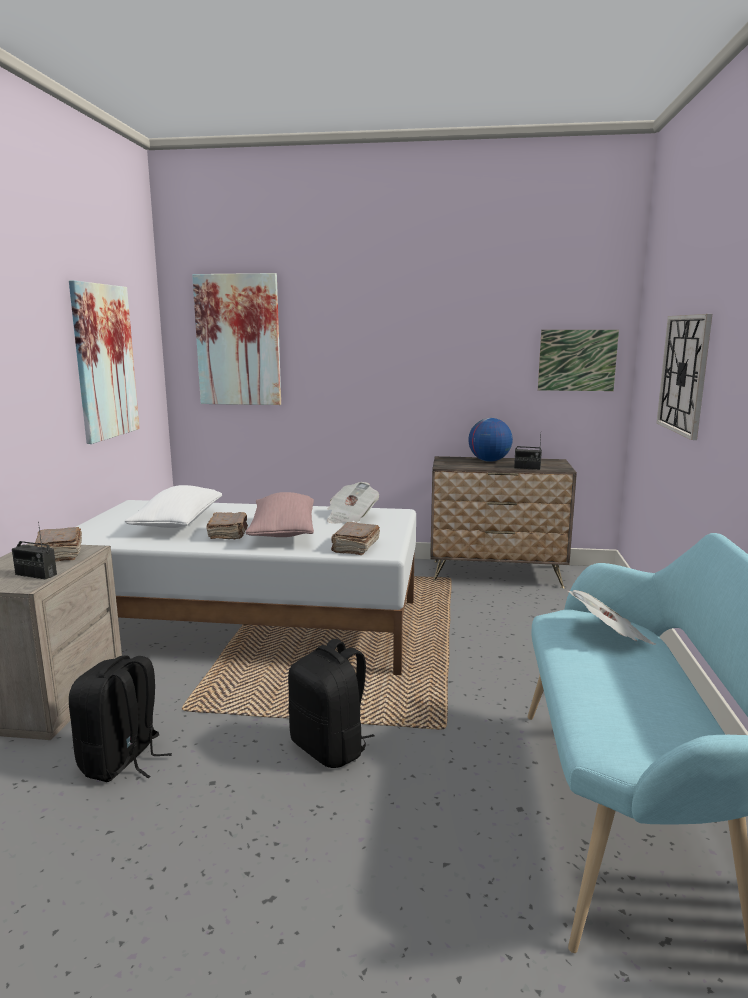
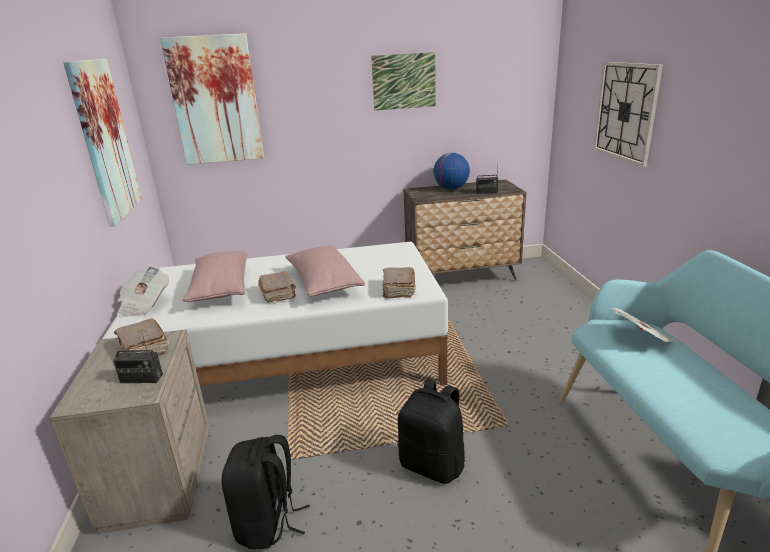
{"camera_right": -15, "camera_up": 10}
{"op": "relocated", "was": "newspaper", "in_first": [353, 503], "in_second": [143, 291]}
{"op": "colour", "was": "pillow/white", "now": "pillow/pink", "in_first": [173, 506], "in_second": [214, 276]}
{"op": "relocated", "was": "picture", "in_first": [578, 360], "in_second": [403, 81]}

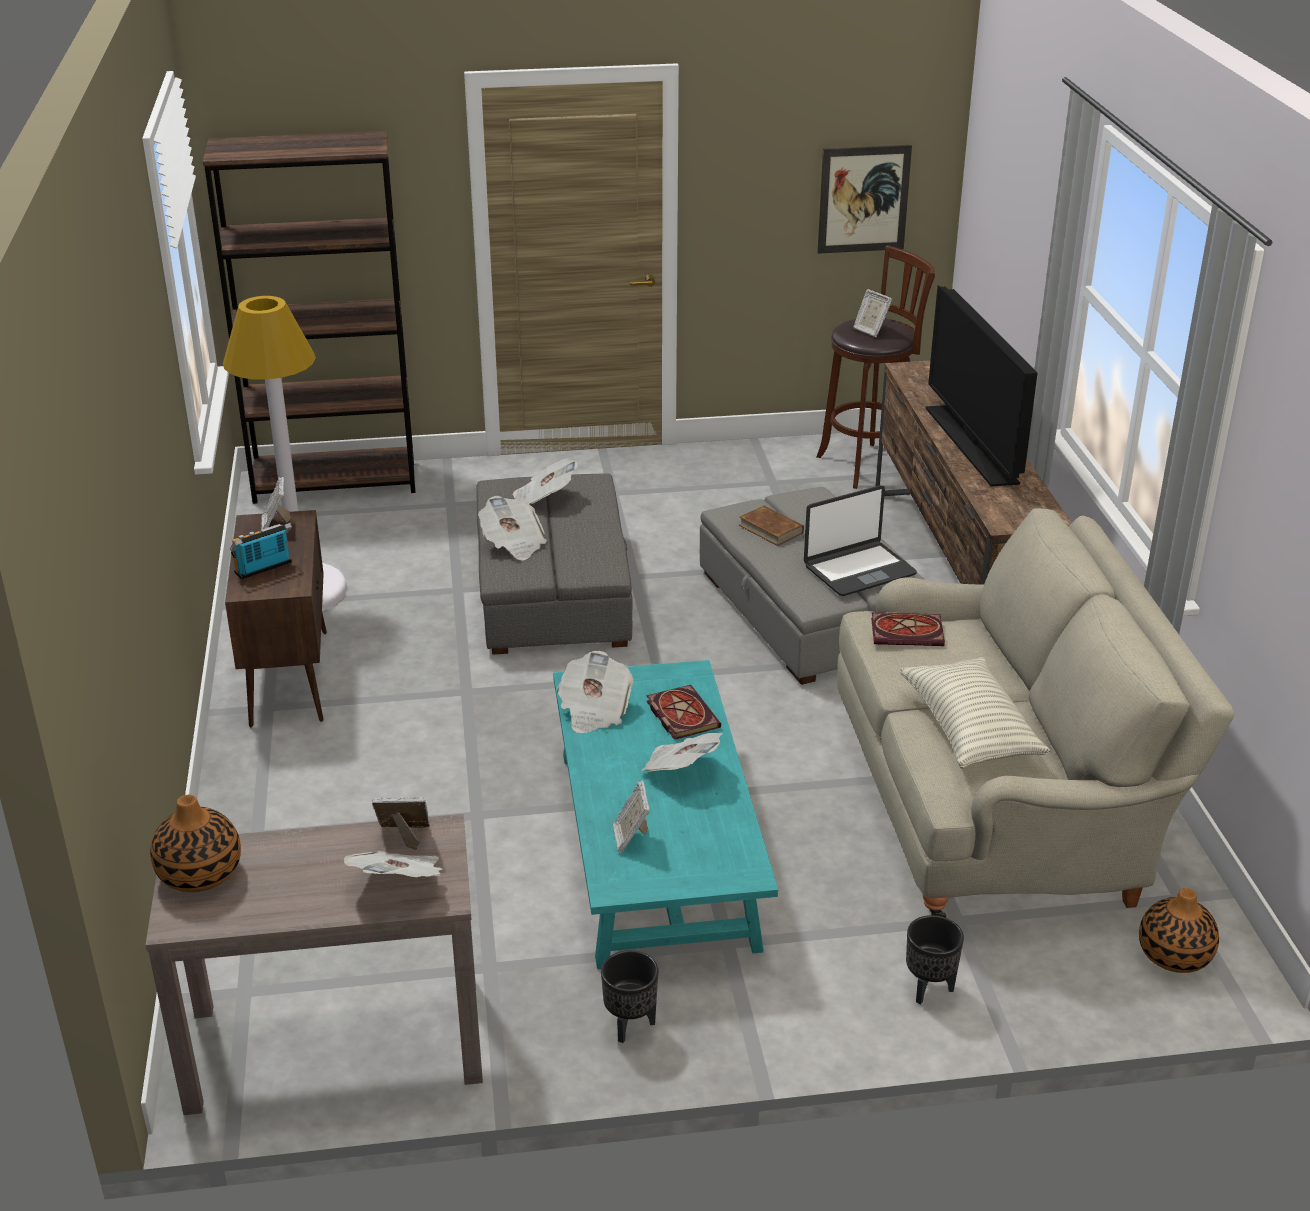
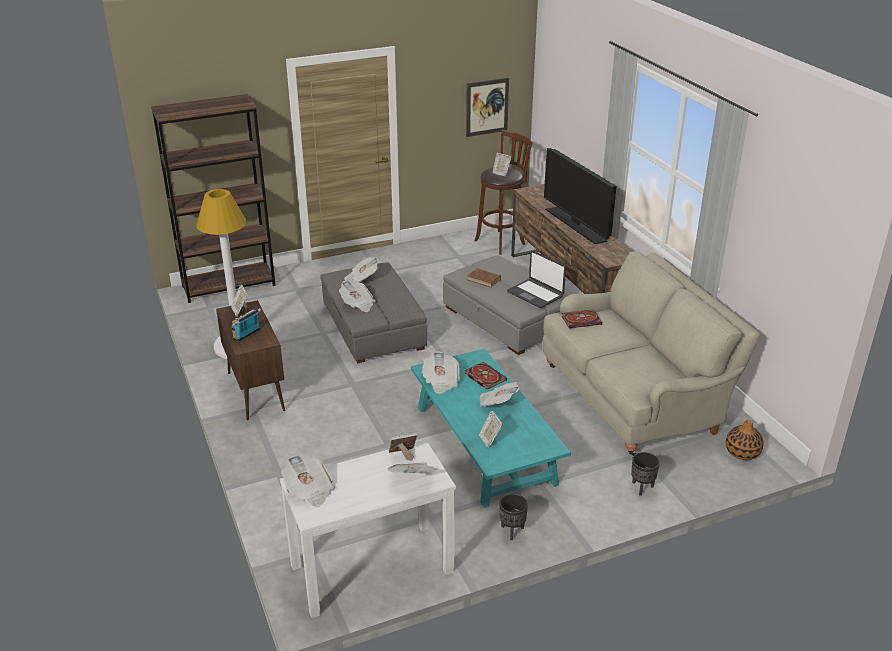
{"camera_right": -15, "camera_up": 0}
{"op": "colour", "was": "console table/brown", "now": "console table/white", "in_first": [314, 964], "in_second": [368, 529]}
{"op": "exchanged", "was": "vase", "now": "newspaper", "in_first": [195, 843], "in_second": [308, 481]}
{"op": "spun", "was": "laptop", "in_first": [860, 540], "in_second": [536, 279], "clockwise": 90}
{"op": "missing", "was": "pillow", "in_first": [975, 713]}

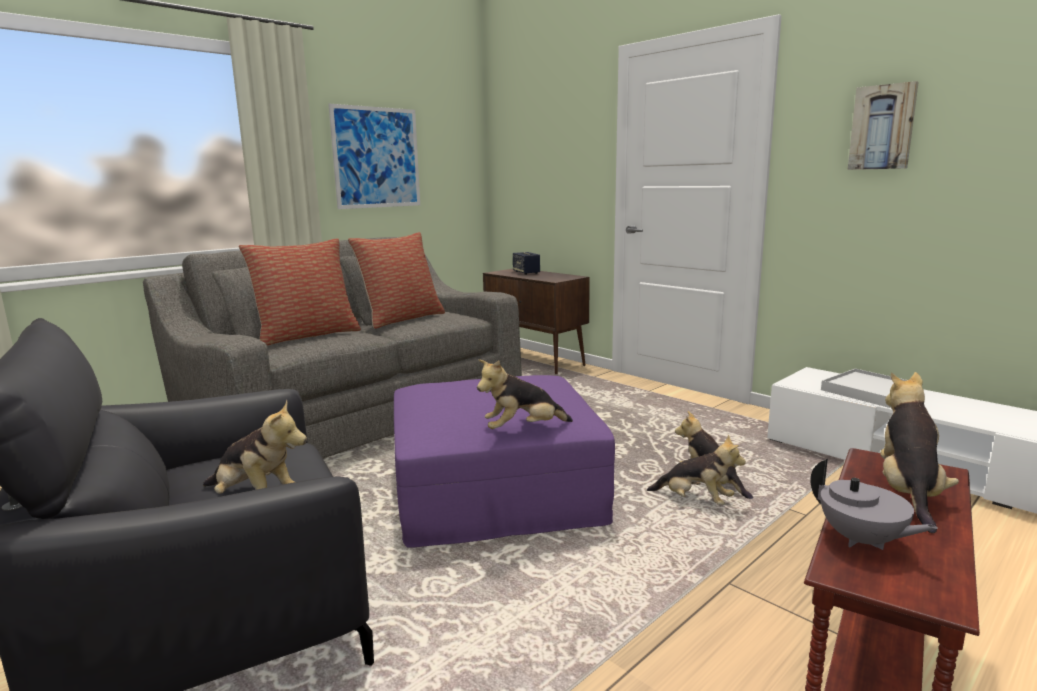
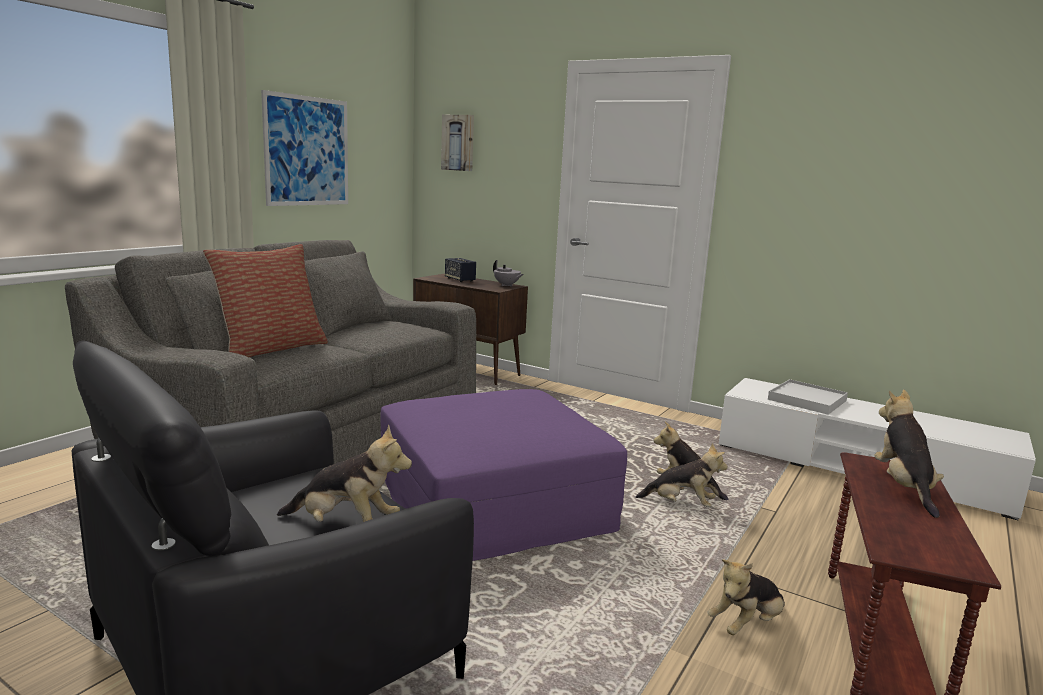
{"camera_right": -15, "camera_up": 0}
{"op": "relocated", "was": "picture", "in_first": [883, 125], "in_second": [457, 143]}
{"op": "relocated", "was": "teapot/grey", "in_first": [874, 504], "in_second": [508, 273]}
{"op": "relocated", "was": "plush toy", "in_first": [525, 394], "in_second": [746, 597]}
{"op": "missing", "was": "pillow", "in_first": [396, 280]}

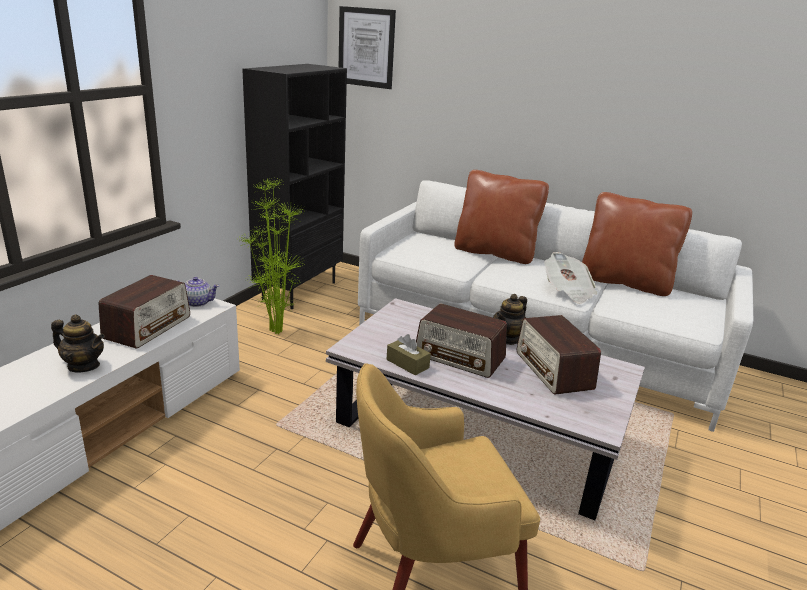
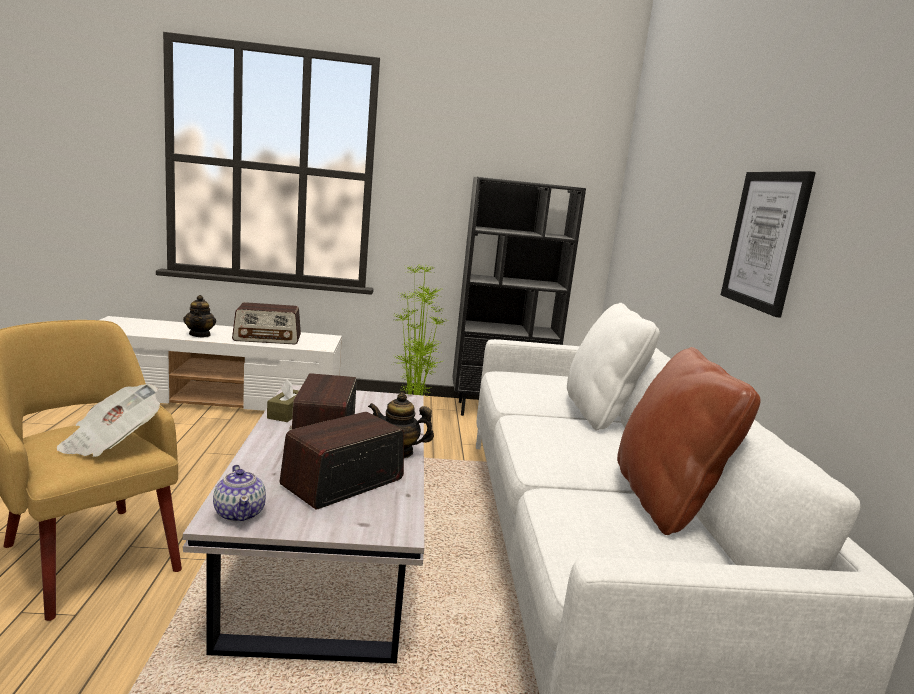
{"camera_right": 60, "camera_up": -10}
{"op": "relocated", "was": "newspaper", "in_first": [570, 278], "in_second": [108, 420]}
{"op": "relocated", "was": "teapot", "in_first": [199, 292], "in_second": [239, 493]}
{"op": "colour", "was": "pillow/brown", "now": "pillow/white", "in_first": [501, 217], "in_second": [613, 367]}
{"op": "relocated", "was": "picture", "in_first": [367, 47], "in_second": [768, 244]}

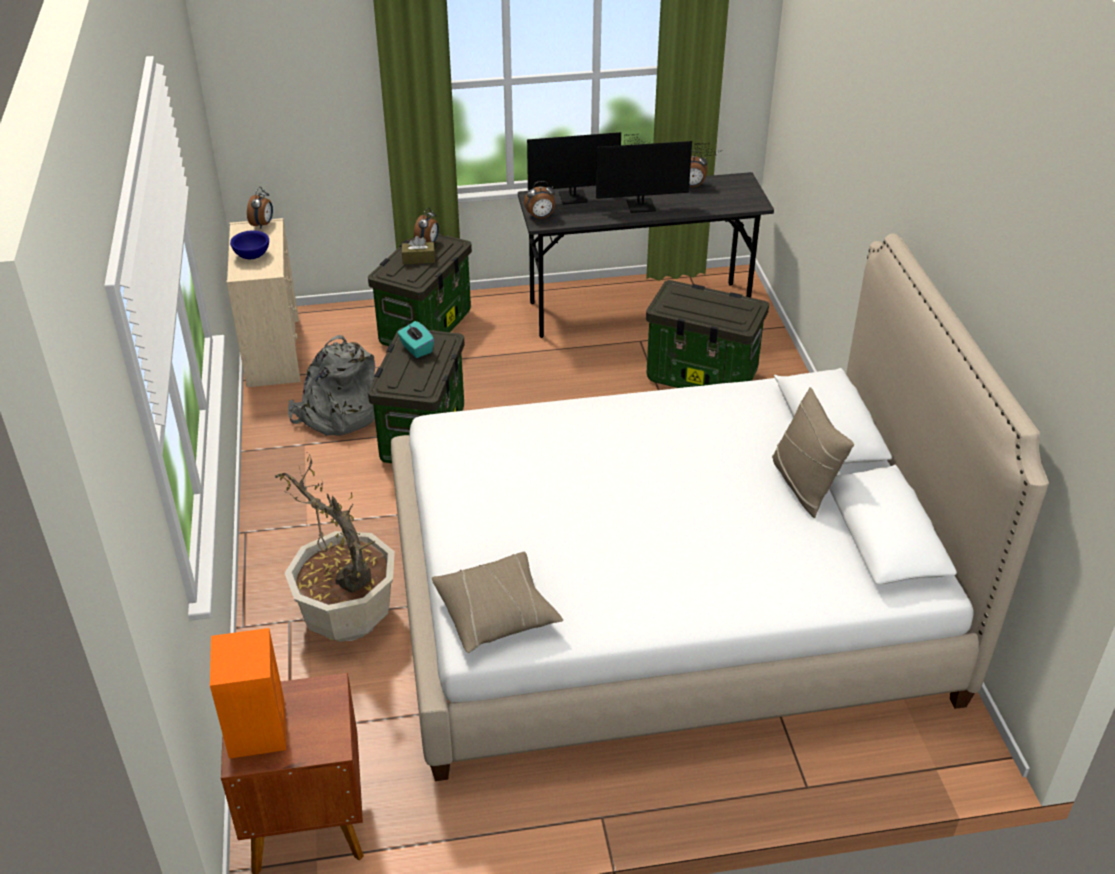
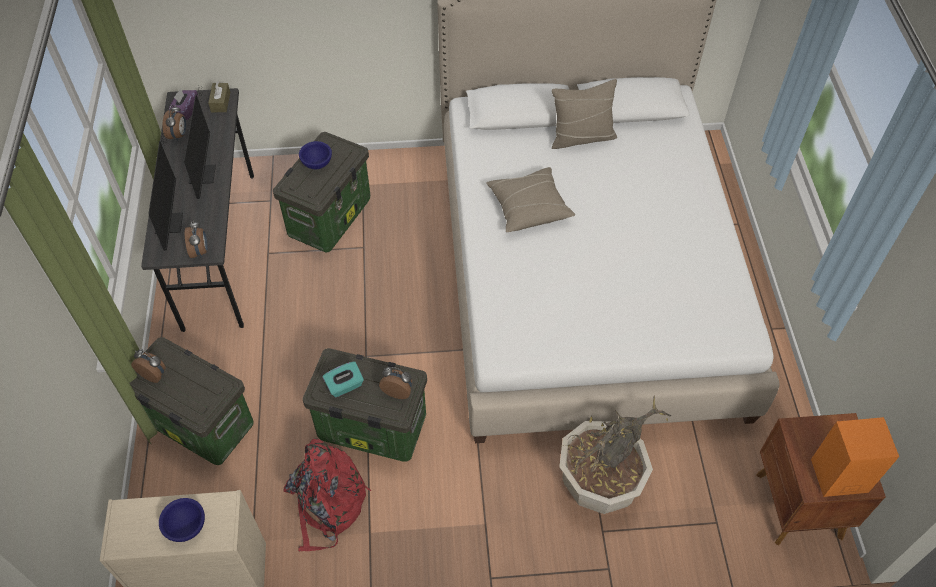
{"camera_right": -85, "camera_up": 15}
{"op": "appeared", "now": "tissue box/purple", "in_second": [183, 104]}
{"op": "relocated", "was": "tissue box/brown", "in_first": [418, 250], "in_second": [219, 96]}
{"op": "colour", "was": "backpack/grey", "now": "backpack/red", "in_first": [331, 385], "in_second": [327, 494]}
{"op": "appeared", "now": "bowl/blue", "in_second": [315, 155]}
{"op": "relocated", "was": "alarm clock", "in_first": [260, 208], "in_second": [395, 383]}
{"op": "relocated", "was": "pillow/beige", "in_first": [497, 602], "in_second": [530, 199]}

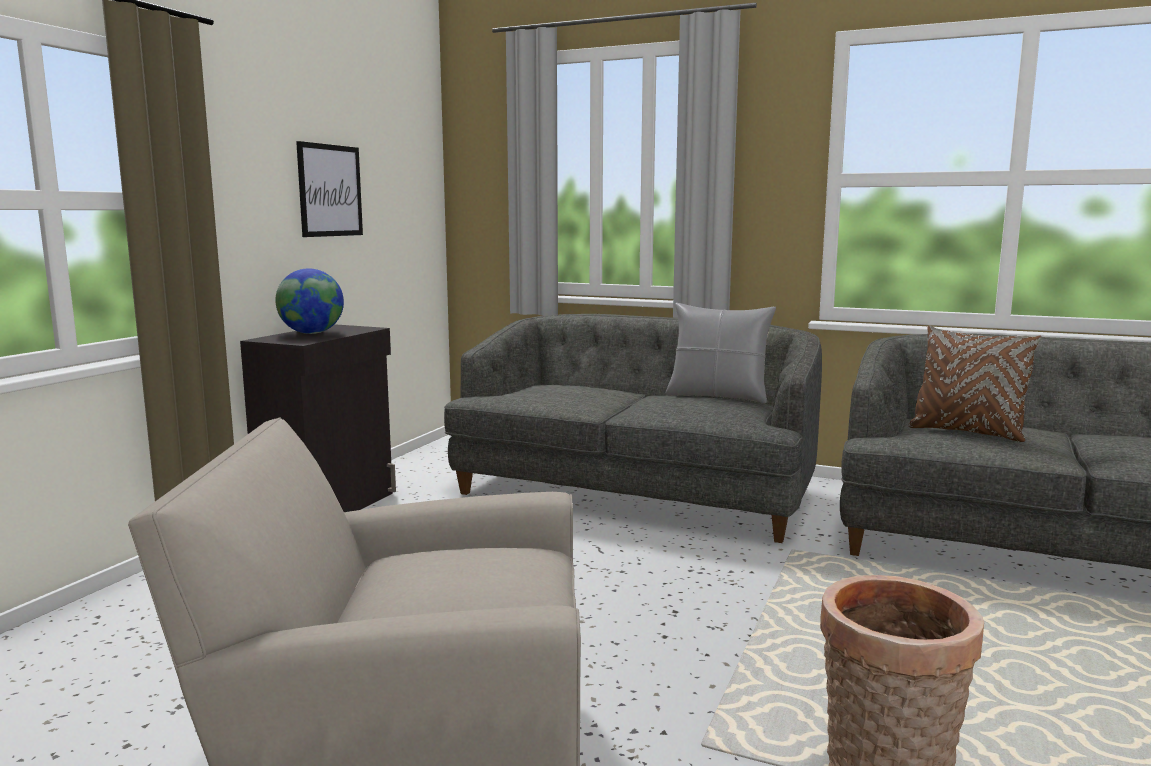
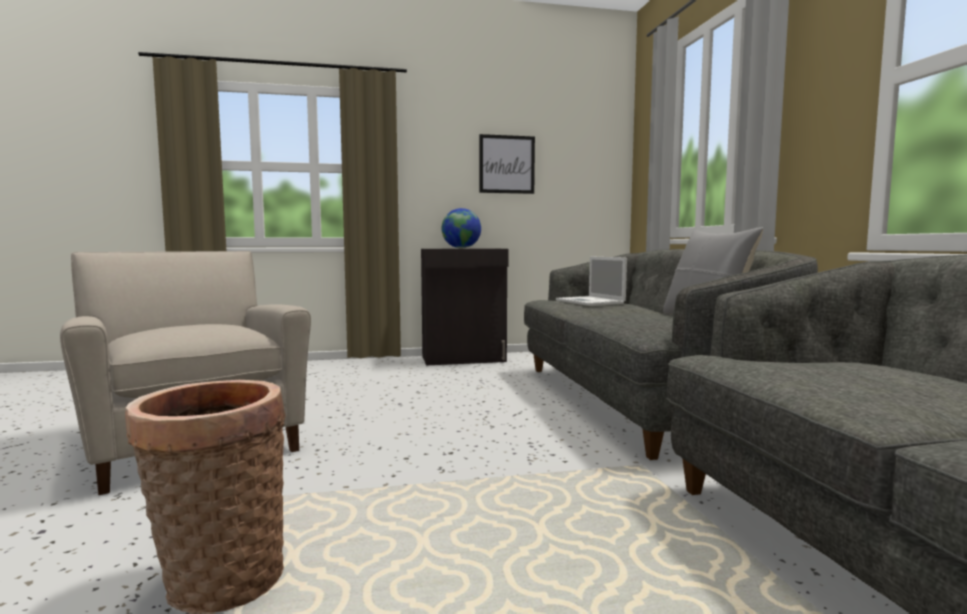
{"camera_right": 55, "camera_up": -5}
{"op": "appeared", "now": "laptop", "in_second": [591, 281]}
{"op": "missing", "was": "pillow/brown", "in_first": [975, 383]}

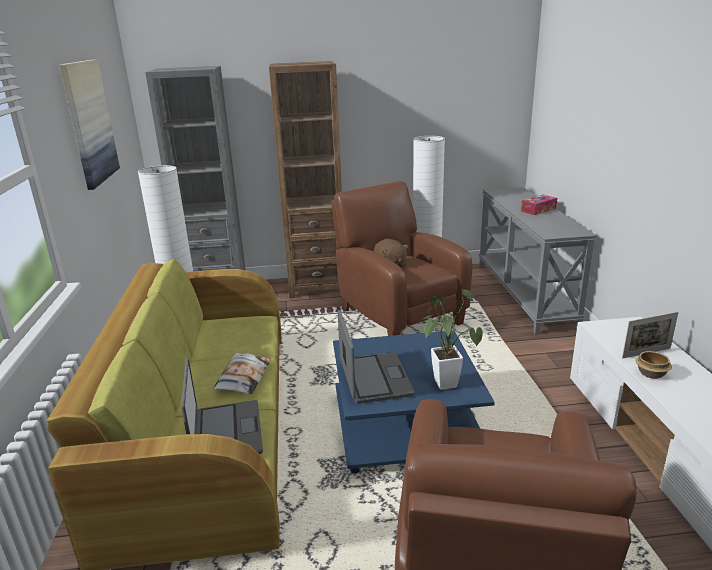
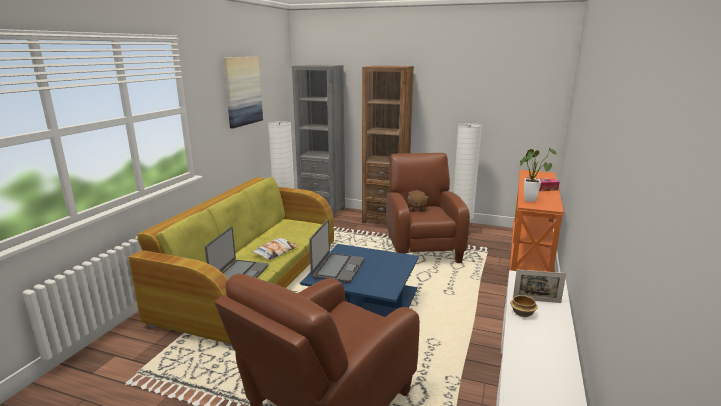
{"camera_right": 25, "camera_up": -5}
{"op": "colour", "was": "console table/grey", "now": "console table/orange", "in_first": [538, 261], "in_second": [537, 221]}
{"op": "relocated", "was": "potted plant", "in_first": [450, 339], "in_second": [538, 175]}

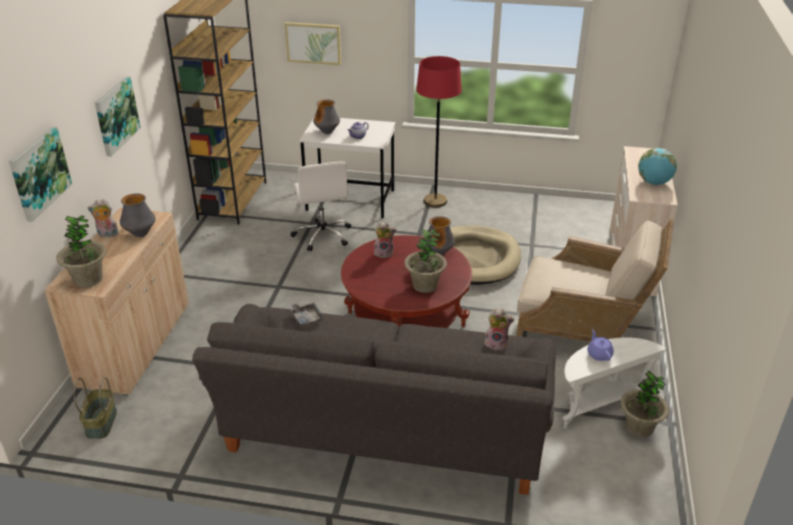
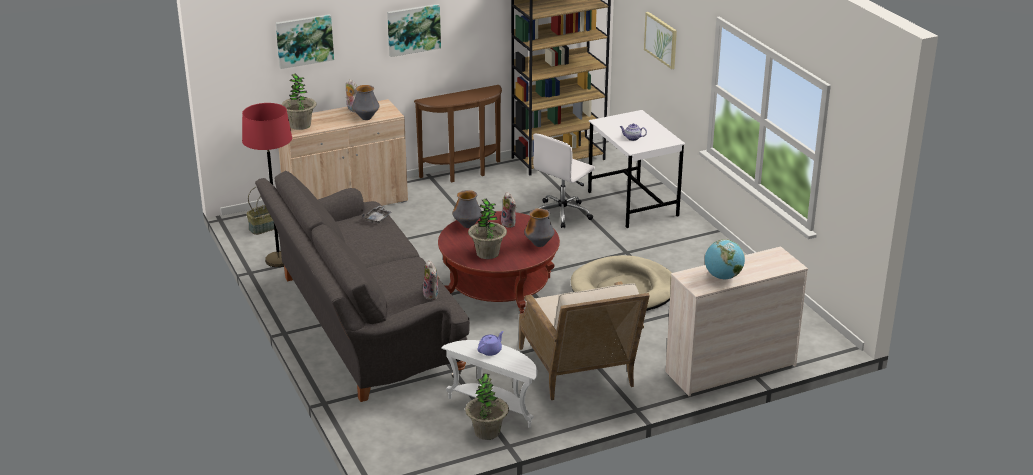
{"camera_right": 55, "camera_up": -5}
{"op": "relocated", "was": "floor lamp/red", "in_first": [439, 131], "in_second": [267, 185]}
{"op": "appeared", "now": "console table/brown", "in_second": [458, 133]}
{"op": "relocated", "was": "vase", "in_first": [326, 116], "in_second": [467, 209]}

